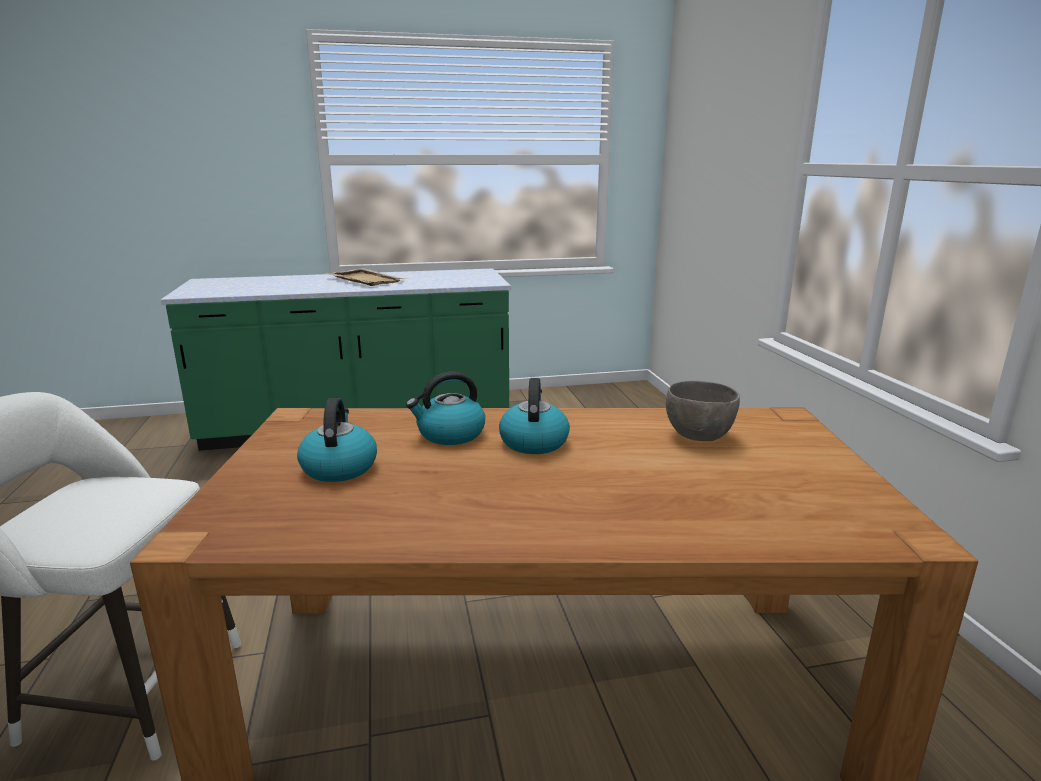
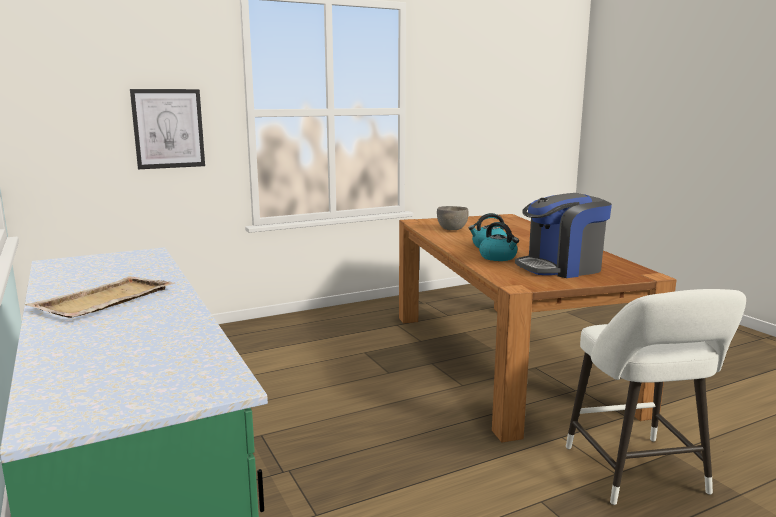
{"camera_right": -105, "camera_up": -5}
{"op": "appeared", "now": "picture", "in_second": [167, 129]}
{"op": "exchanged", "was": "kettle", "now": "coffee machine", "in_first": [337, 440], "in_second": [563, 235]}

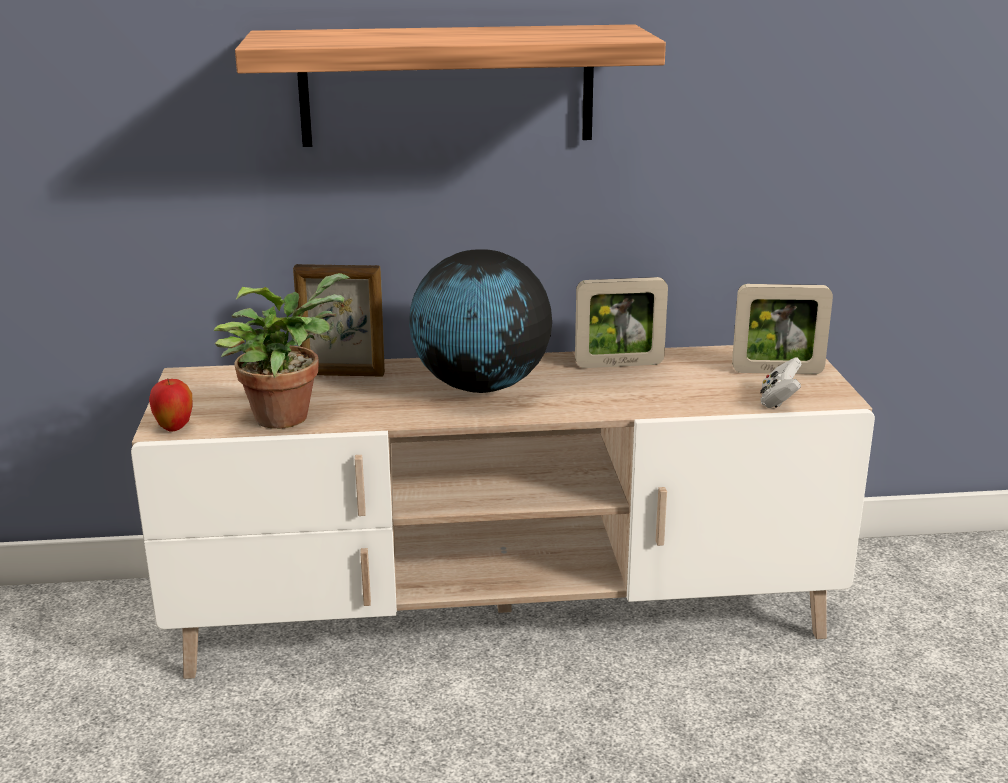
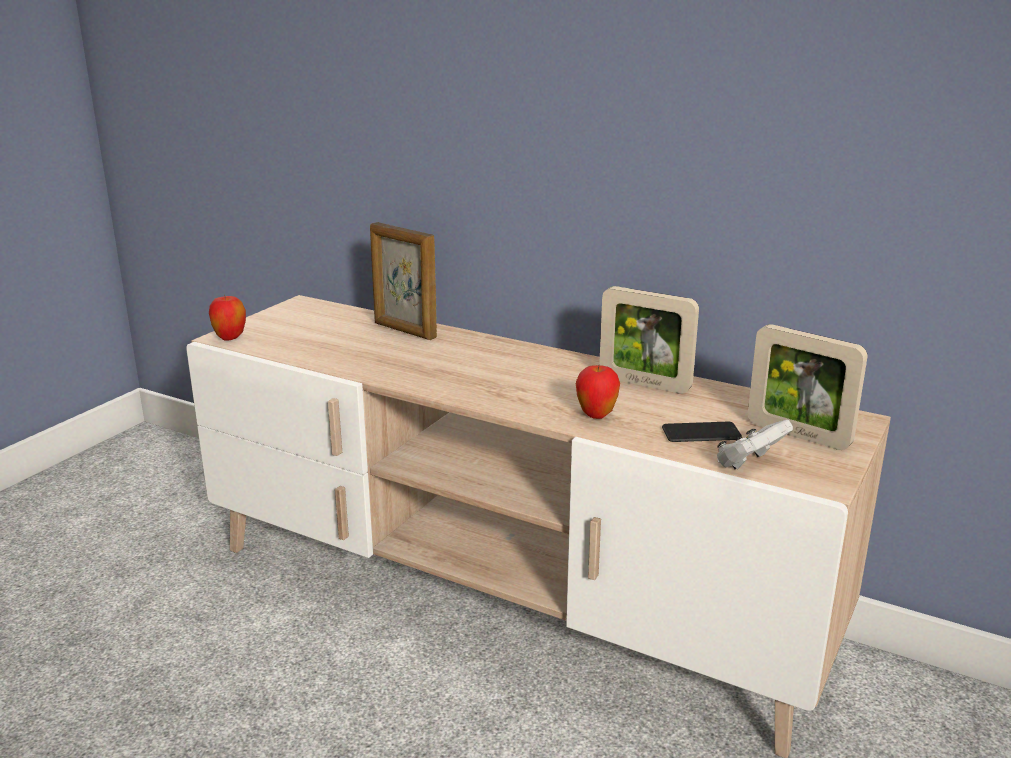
{"camera_right": 35, "camera_up": 0}
{"op": "appeared", "now": "apple", "in_second": [598, 392]}
{"op": "appeared", "now": "phone", "in_second": [702, 432]}
{"op": "missing", "was": "potted plant", "in_first": [282, 351]}
{"op": "missing", "was": "shelf", "in_first": [450, 85]}
{"op": "missing", "was": "globe", "in_first": [480, 321]}

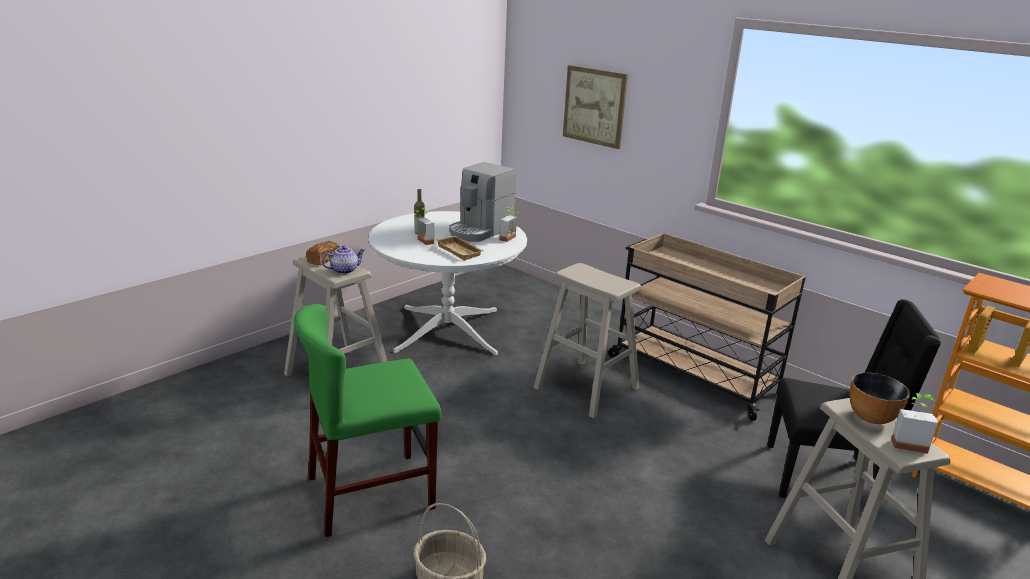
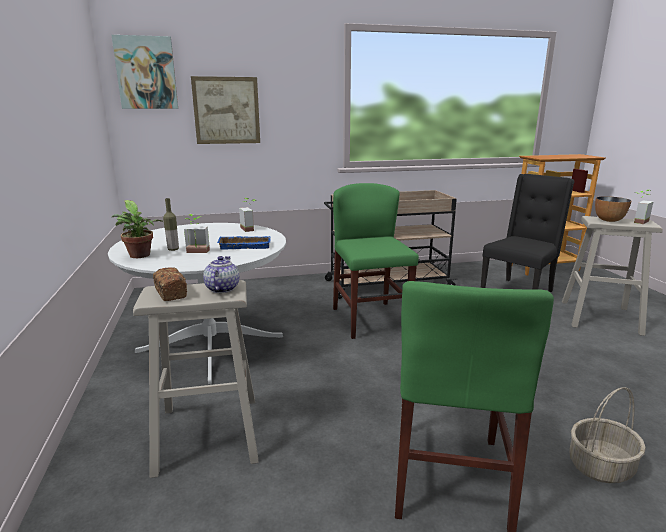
{"camera_right": -55, "camera_up": -5}
{"op": "appeared", "now": "picture", "in_second": [144, 72]}
{"op": "appeared", "now": "potted plant", "in_second": [137, 229]}
{"op": "colour", "was": "tray/beige", "now": "tray/blue", "in_first": [459, 248], "in_second": [244, 243]}
{"op": "exchanged", "was": "stool/beige", "now": "chair/green", "in_first": [587, 341], "in_second": [376, 261]}
{"op": "missing", "was": "coffee machine", "in_first": [482, 202]}

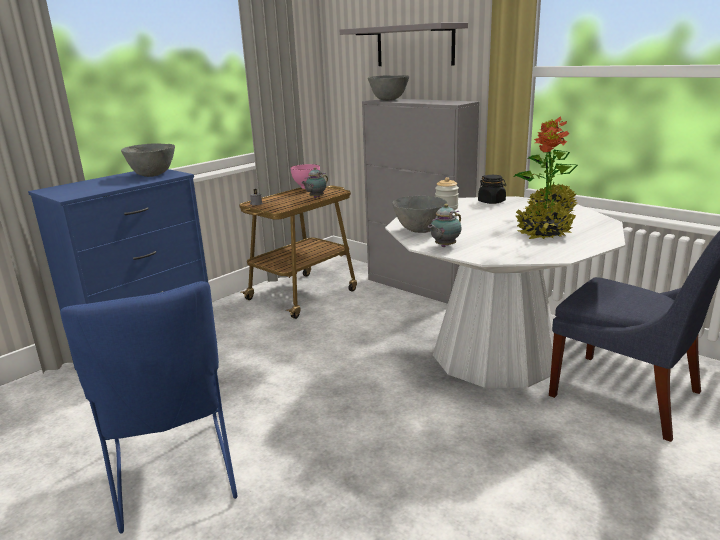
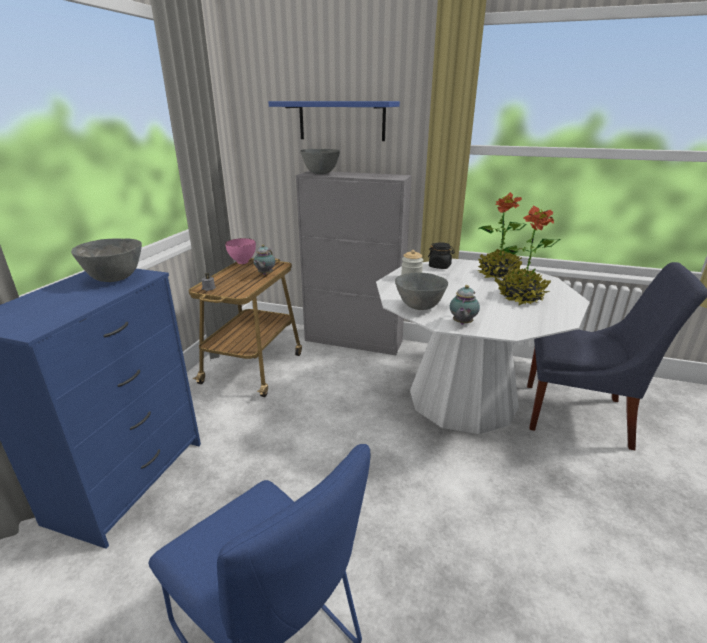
{"camera_right": -25, "camera_up": 5}
{"op": "colour", "was": "shelf/grey", "now": "shelf/blue", "in_first": [404, 44], "in_second": [334, 121]}

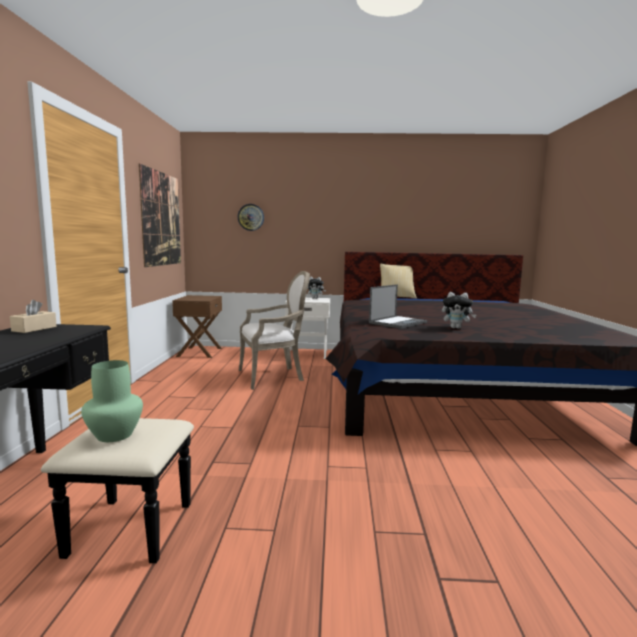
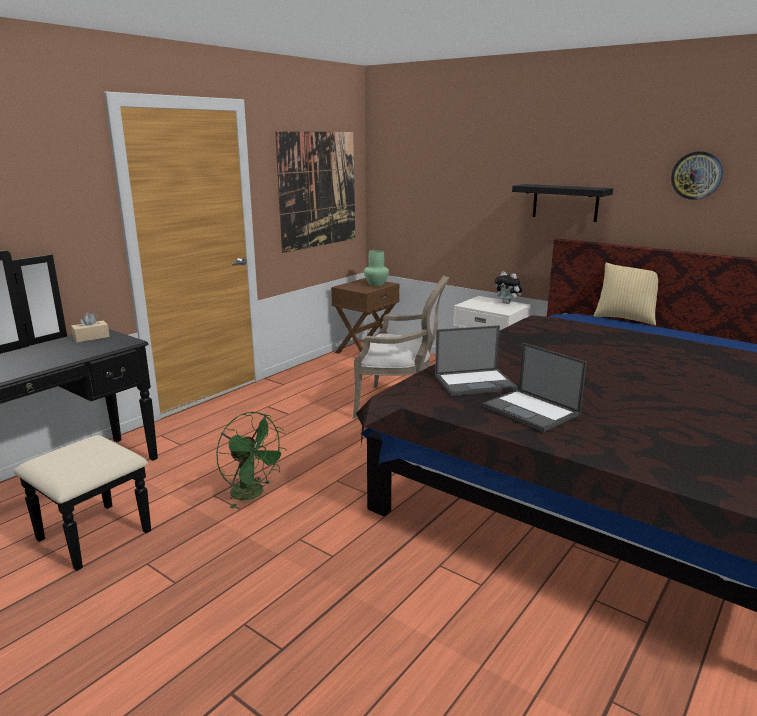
{"camera_right": 35, "camera_up": 10}
{"op": "appeared", "now": "fan/green", "in_second": [251, 460]}
{"op": "relocated", "was": "vase/green", "in_first": [112, 401], "in_second": [376, 268]}
{"op": "exchanged", "was": "plush toy", "now": "laptop", "in_first": [459, 310], "in_second": [535, 387]}
{"op": "appeared", "now": "shelf/black", "in_second": [562, 203]}
{"op": "relocated", "was": "wall clock", "in_first": [251, 217], "in_second": [697, 175]}

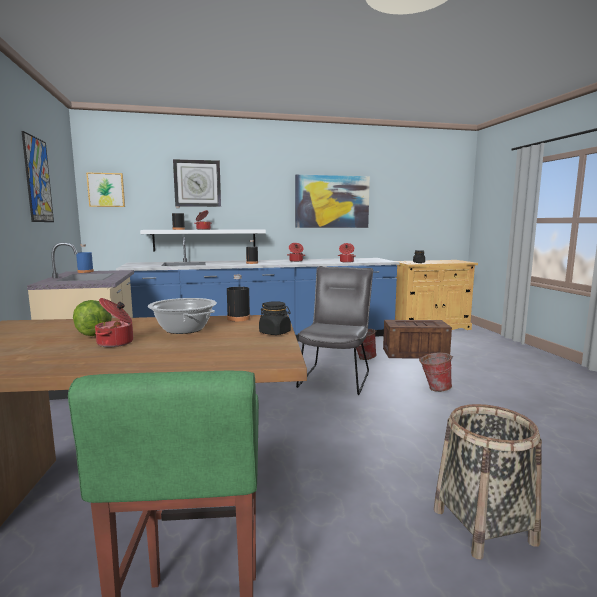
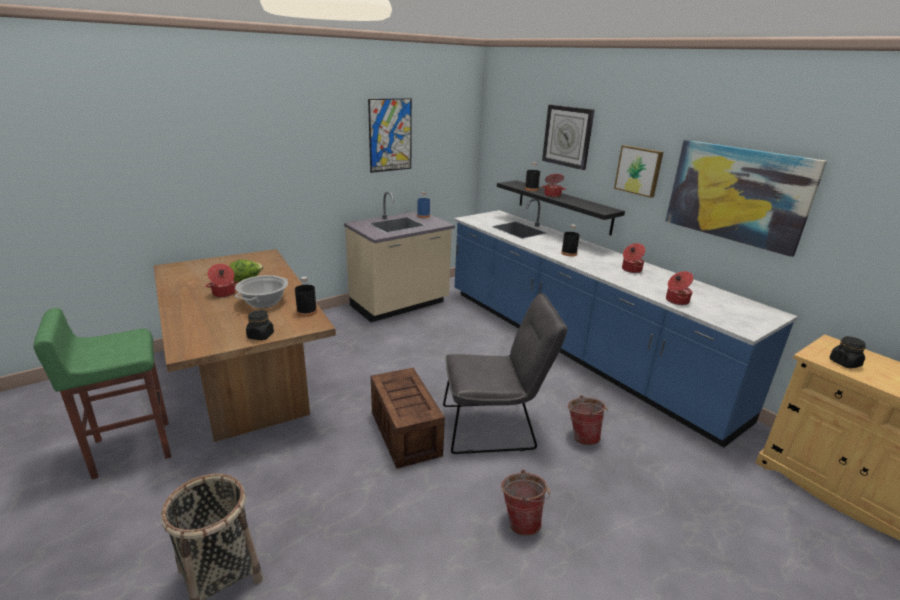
{"camera_right": 65, "camera_up": 15}
{"op": "relocated", "was": "crate", "in_first": [417, 339], "in_second": [408, 418]}
{"op": "colour", "was": "shelf/white", "now": "shelf/black", "in_first": [203, 240], "in_second": [561, 207]}
{"op": "relocated", "was": "picture", "in_first": [105, 189], "in_second": [638, 171]}

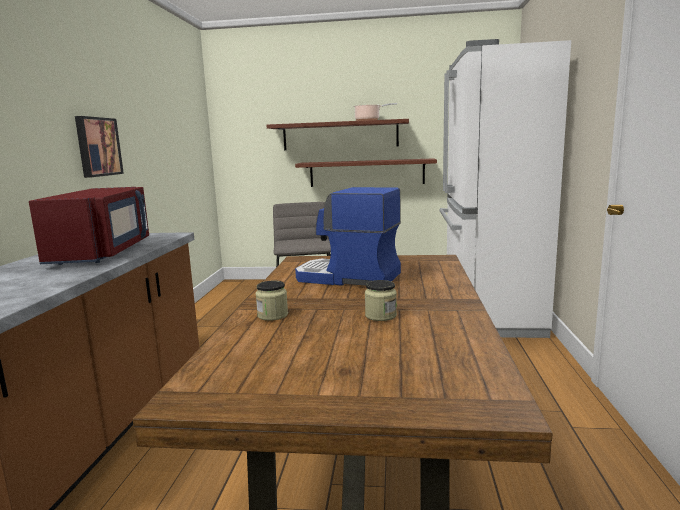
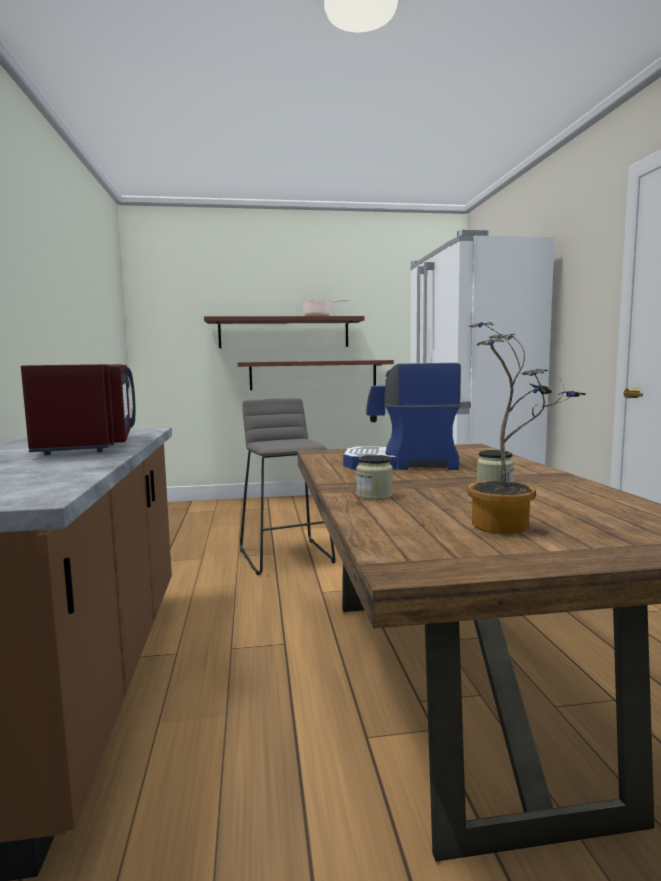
{"camera_right": -15, "camera_up": -5}
{"op": "appeared", "now": "potted plant", "in_second": [526, 428]}
{"op": "missing", "was": "picture", "in_first": [99, 147]}

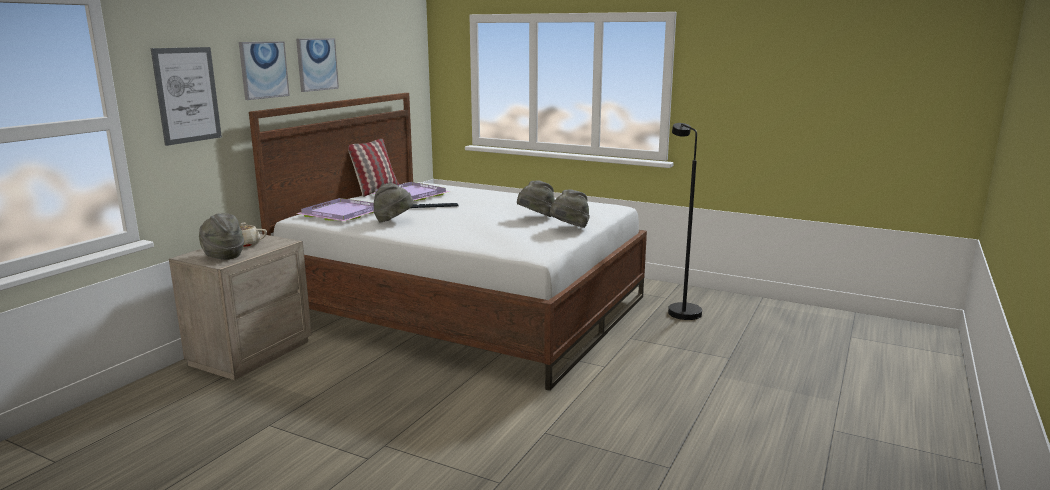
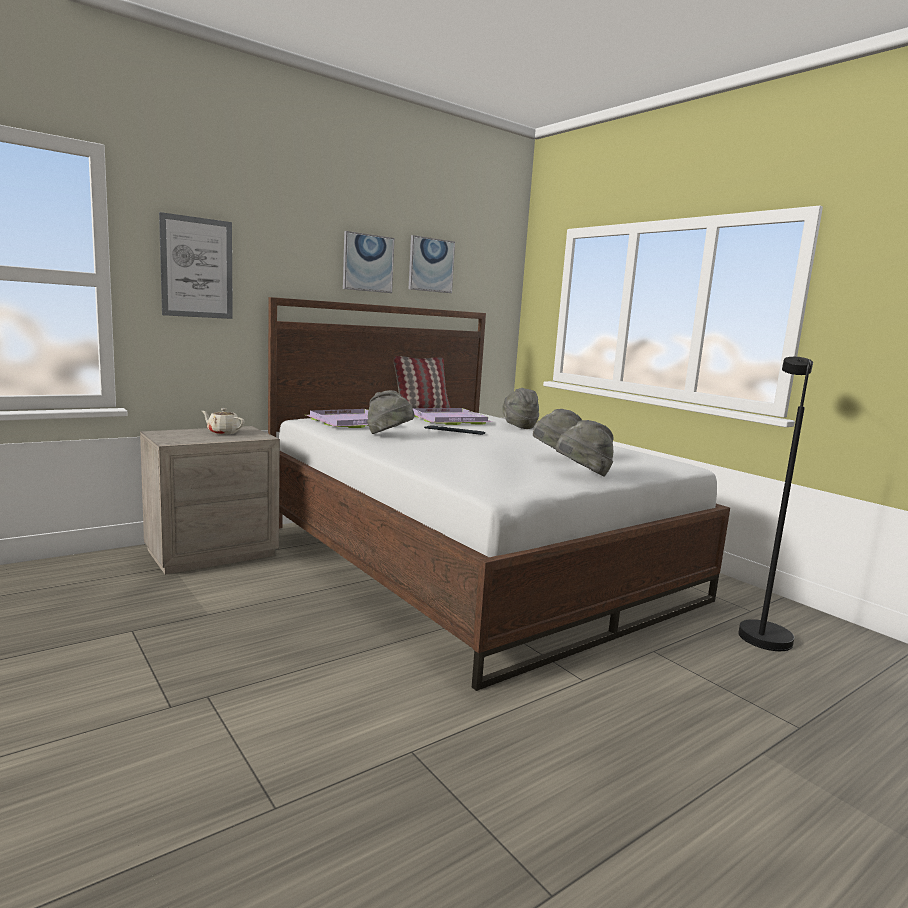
{"camera_right": 25, "camera_up": -5}
{"op": "relocated", "was": "picture", "in_first": [264, 70], "in_second": [432, 264]}
{"op": "relocated", "was": "hat/grey", "in_first": [221, 236], "in_second": [520, 408]}

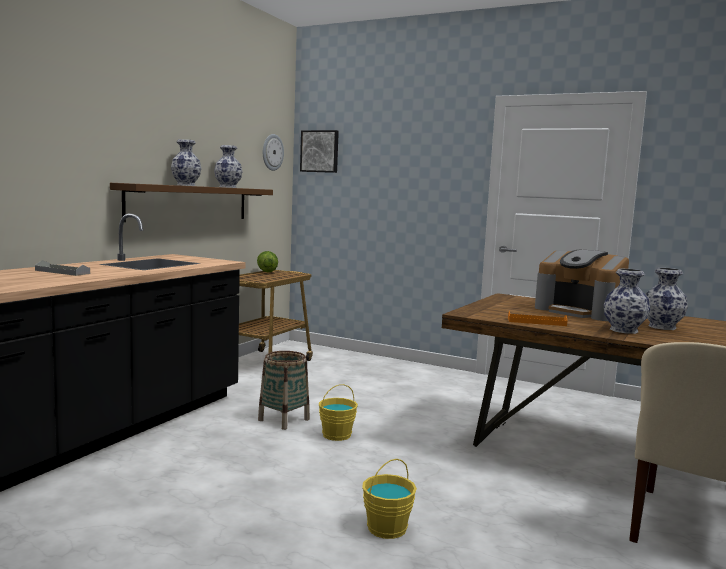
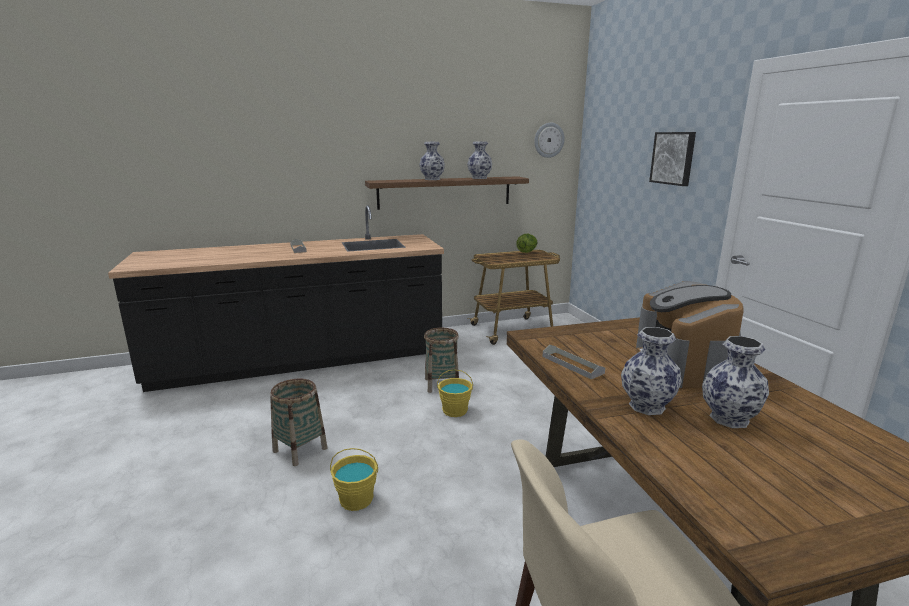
{"camera_right": 45, "camera_up": 10}
{"op": "appeared", "now": "basket", "in_second": [299, 422]}
{"op": "colour", "was": "tray/orange", "now": "tray/grey", "in_first": [537, 318], "in_second": [573, 362]}
{"op": "relocated", "was": "picture", "in_first": [319, 151], "in_second": [672, 159]}

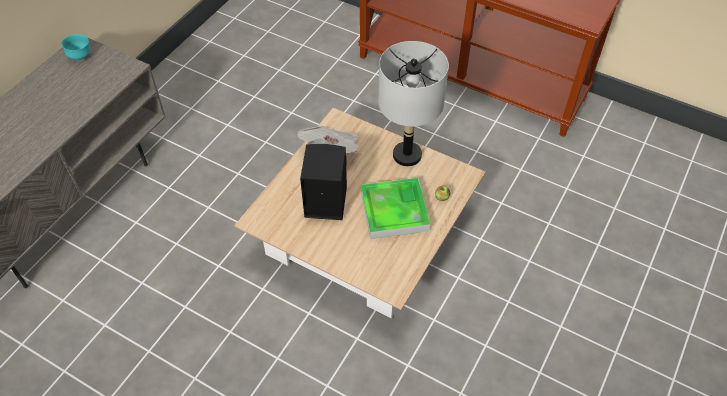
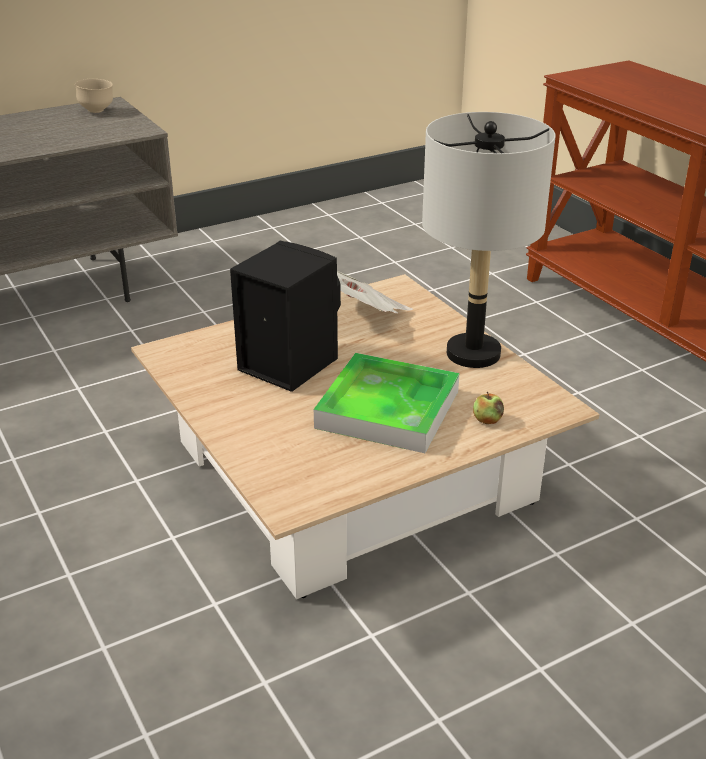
{"camera_right": 30, "camera_up": -20}
{"op": "colour", "was": "bowl/turquoise", "now": "bowl/beige", "in_first": [76, 47], "in_second": [94, 96]}

